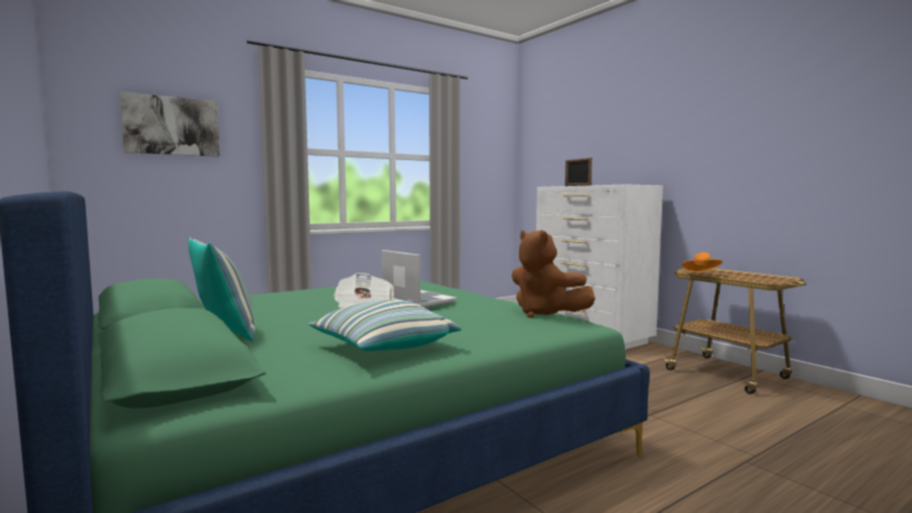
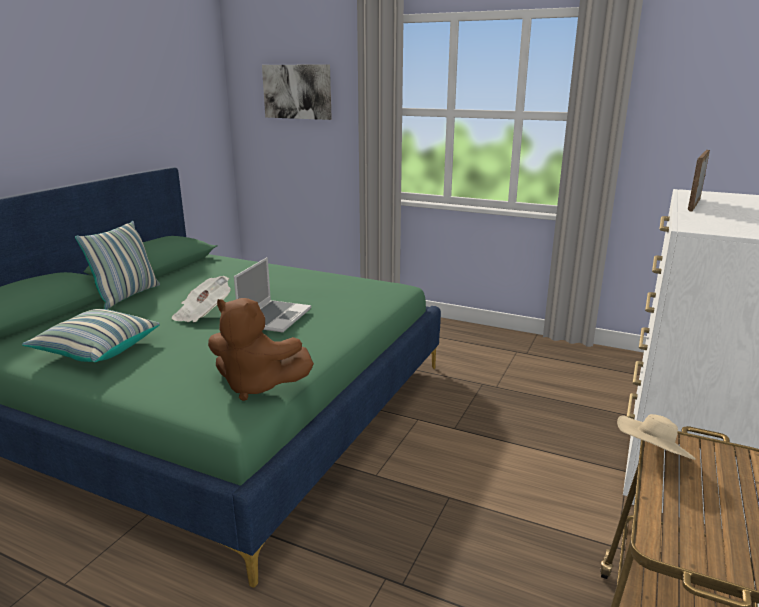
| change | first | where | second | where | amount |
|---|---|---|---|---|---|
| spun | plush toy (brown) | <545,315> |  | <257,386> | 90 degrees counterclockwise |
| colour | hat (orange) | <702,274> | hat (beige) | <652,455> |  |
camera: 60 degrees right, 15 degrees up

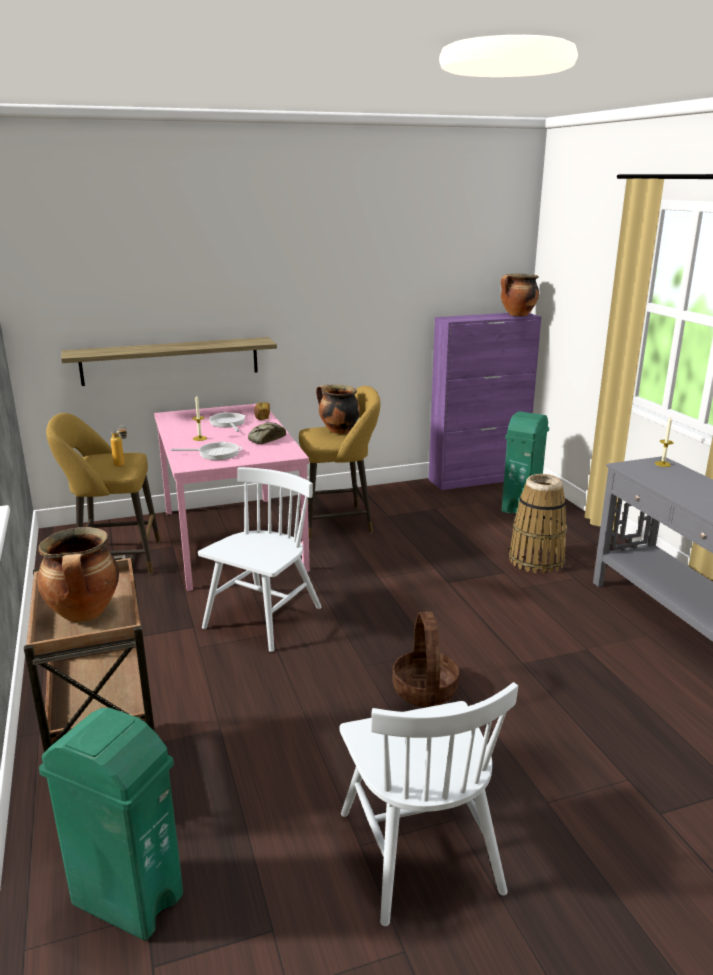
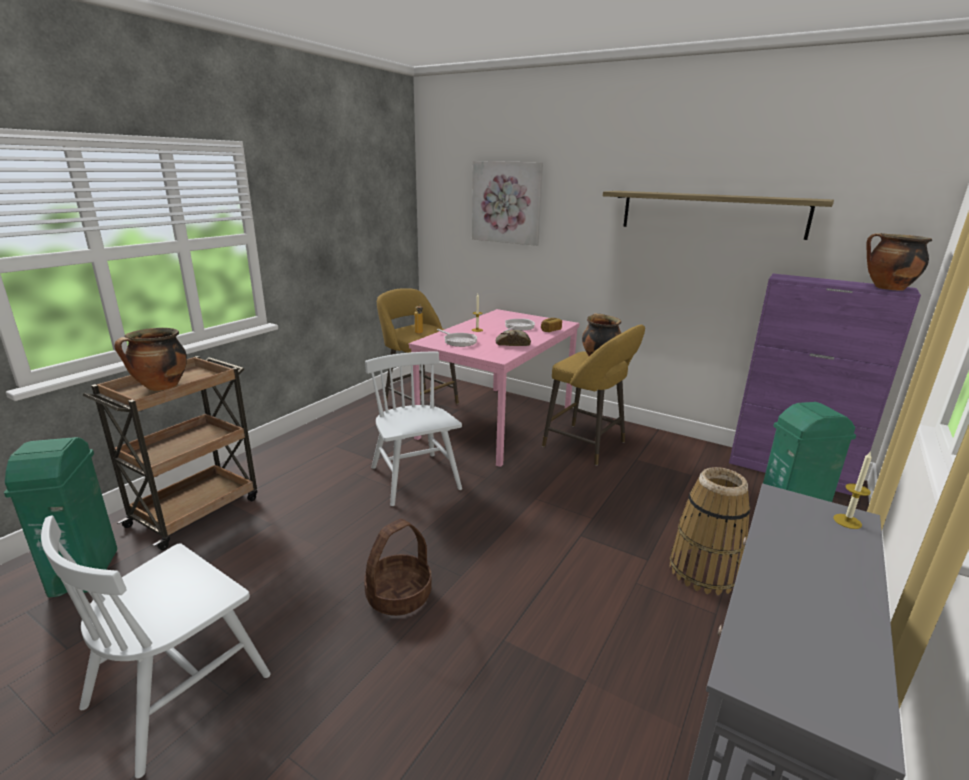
| change | first | where | second | where | amount |
|---|---|---|---|---|---|
| relocated | shelf | <170,361> |  | <711,213> |  |
| spun | chair (white) | <263,618> |  | <415,478> | 105 degrees counterclockwise |
| appeared |  |  | picture | <507,202> |  |
camera: 50 degrees right, 0 degrees up

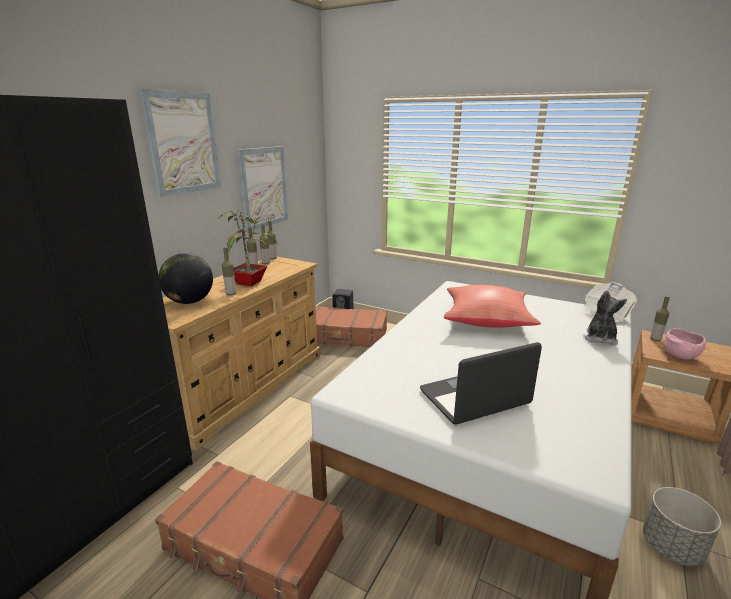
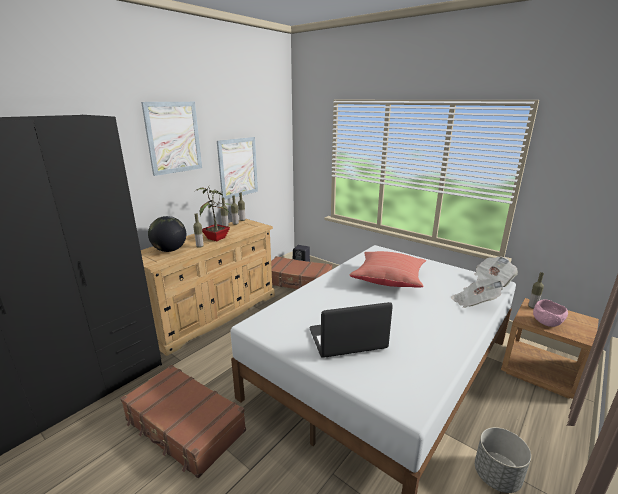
| change | first | where | second | where | amount |
|---|---|---|---|---|---|
| exchanged | plush toy | <599,339> | newspaper | <474,303> |  |
camera: 10 degrees right, 0 degrees up

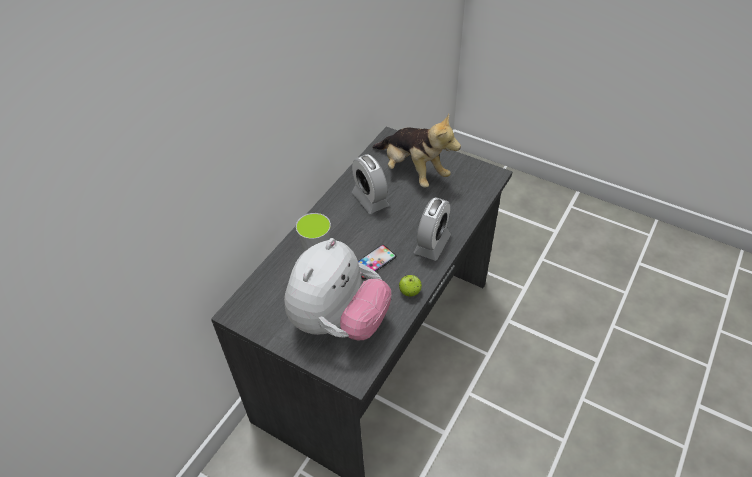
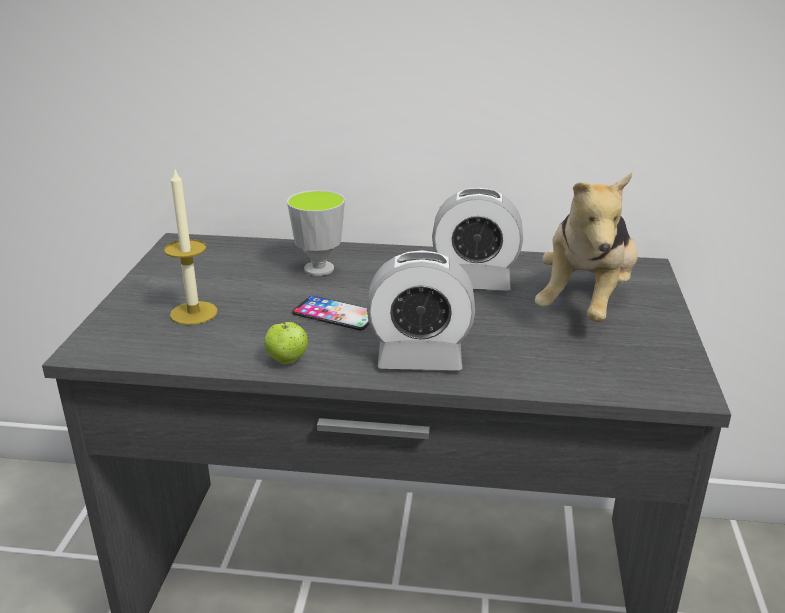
| change | first | where | second | where | amount |
|---|---|---|---|---|---|
| spun | alarm clock | <370,199> |  | <474,282> | 120 degrees counterclockwise |
| exchanged | plush toy | <339,321> | candle | <193,313> |  |
camera: 65 degrees right, 20 degrees down

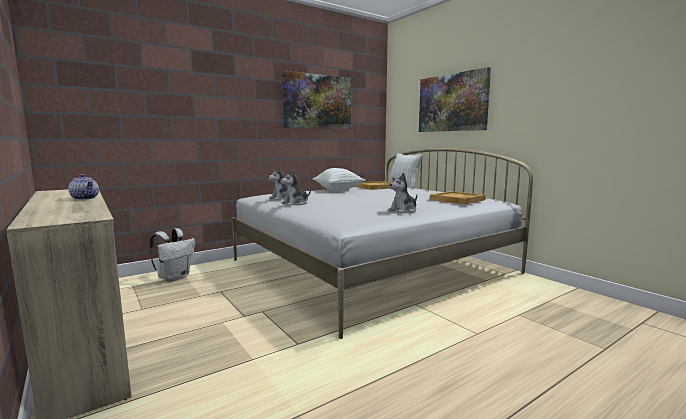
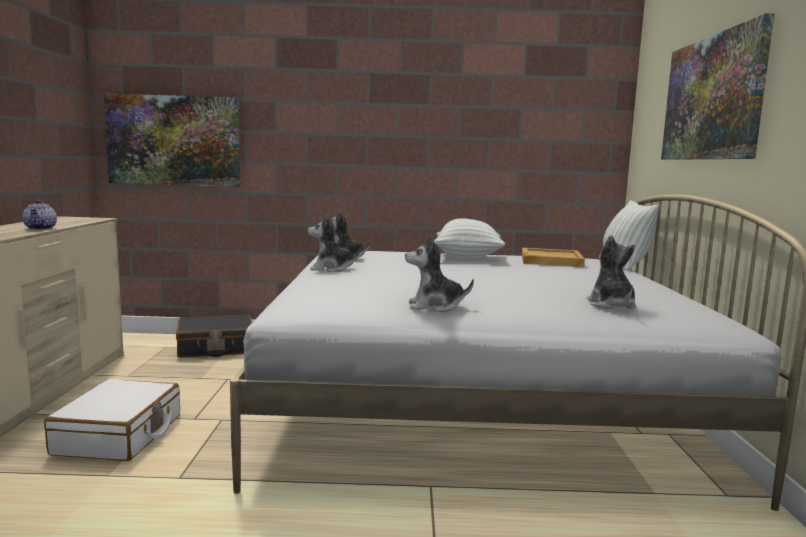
| change | first | where | second | where | amount |
|---|---|---|---|---|---|
| relocated | picture | <317,101> |  | <174,140> |  |
| exchanged | tray (beige) | <457,200> | plush toy | <611,305> |  |
| exchanged | backpack (white) | <174,277> | suitcase (black) | <216,348> |  |
| appeared |  |  | suitcase (white) | <119,435> |  |
camera: 35 degrees right, 0 degrees up

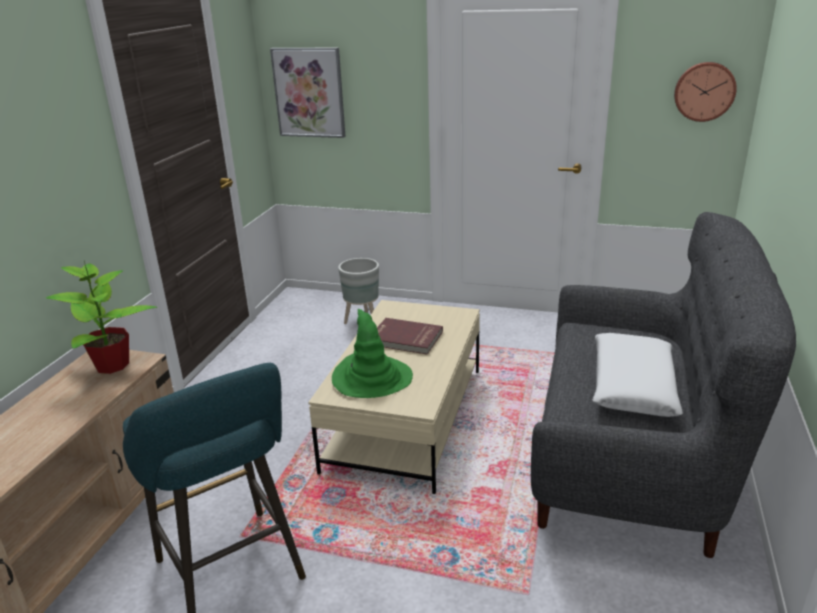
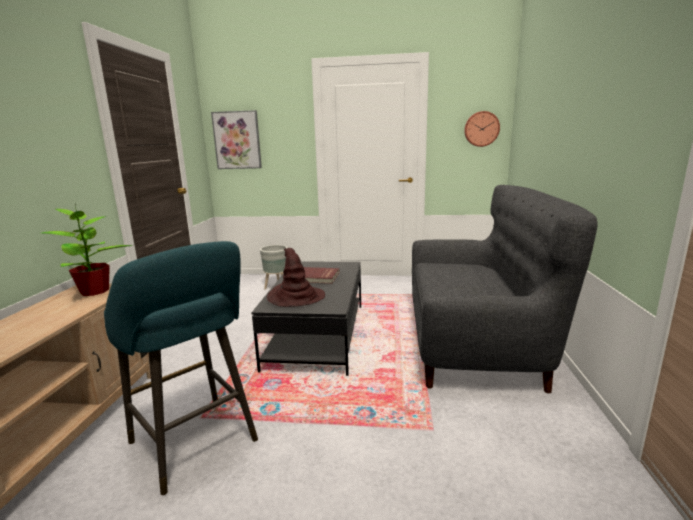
| change | first | where | second | where | amount |
|---|---|---|---|---|---|
| colour | coffee table (beige) | <406,418> | coffee table (black) | <317,335> |  |
| colour | hat (green) | <371,378> | hat (brown) | <295,297> |  |
| missing | pillow (white) | <632,385> |  |  |  |
camera: 10 degrees left, 10 degrees down

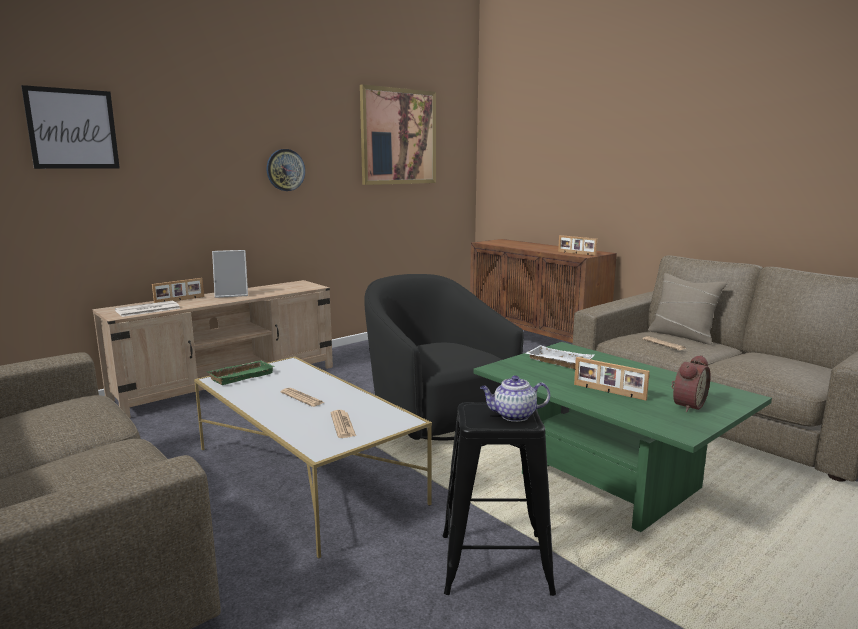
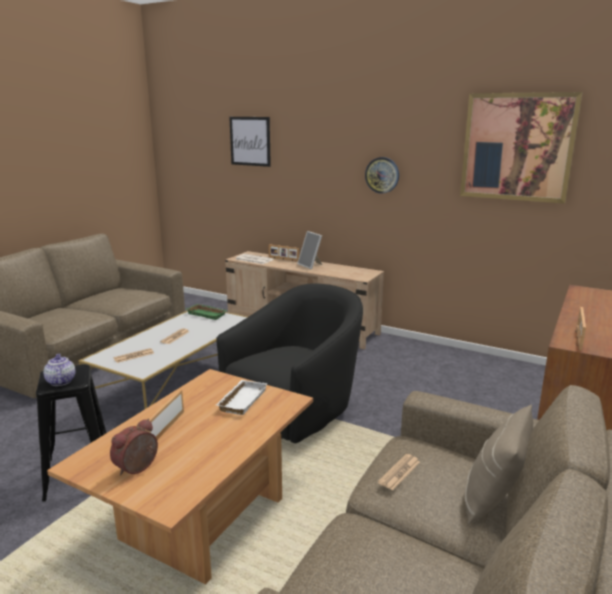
| change | first | where | second | where | amount |
|---|---|---|---|---|---|
| colour | coffee table (green) | <604,482> | coffee table (brown) | <201,516> |  |
| spun | alarm clock | <686,405> |  | <138,468> | 105 degrees clockwise |
camera: 70 degrees right, 5 degrees up

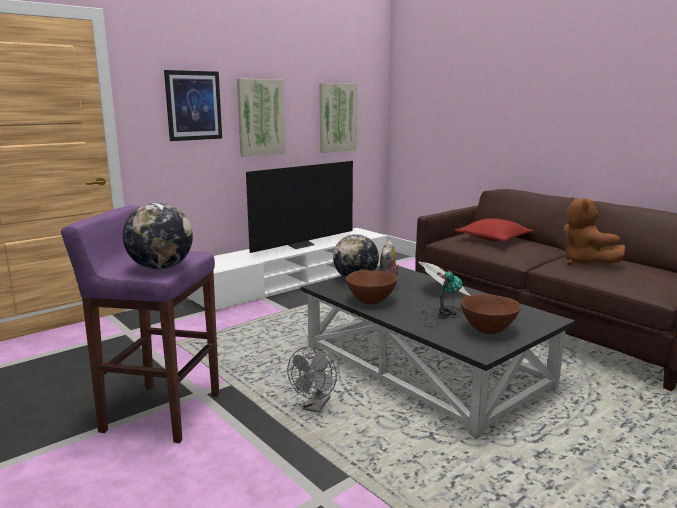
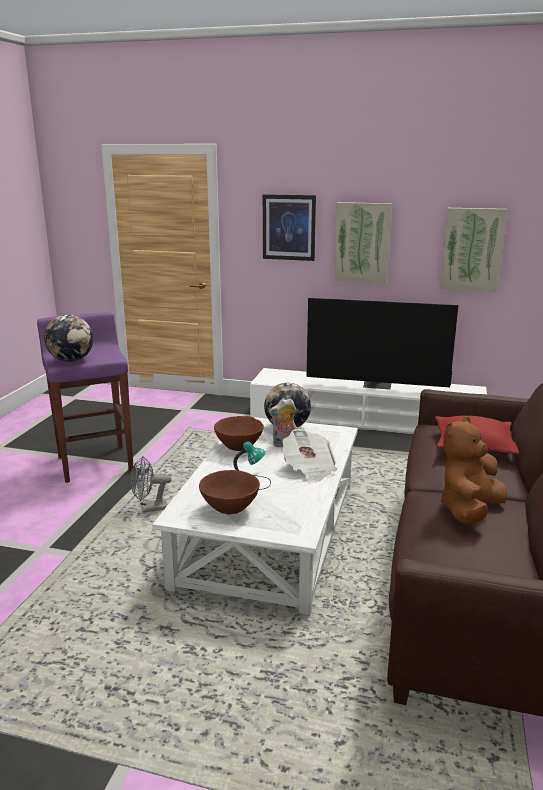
| change | first | where | second | where | amount |
|---|---|---|---|---|---|
| colour | coffee table (black) | <426,365> | coffee table (white) | <271,532> |  |
camera: 55 degrees right, 5 degrees up

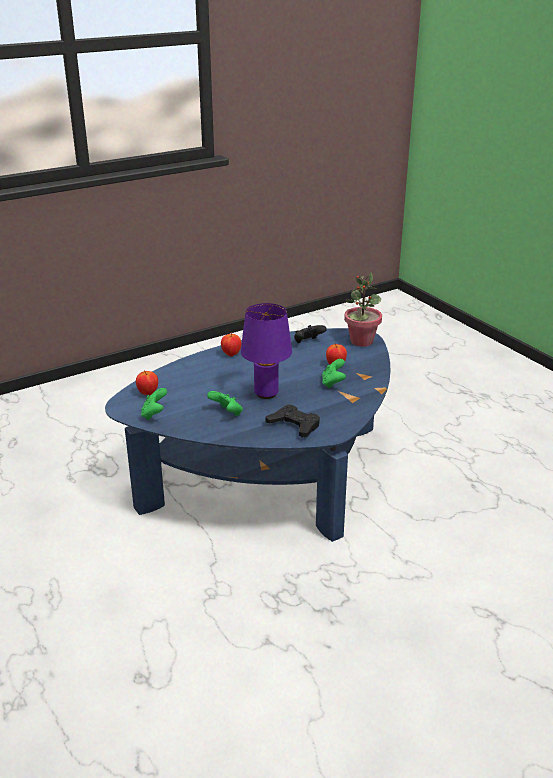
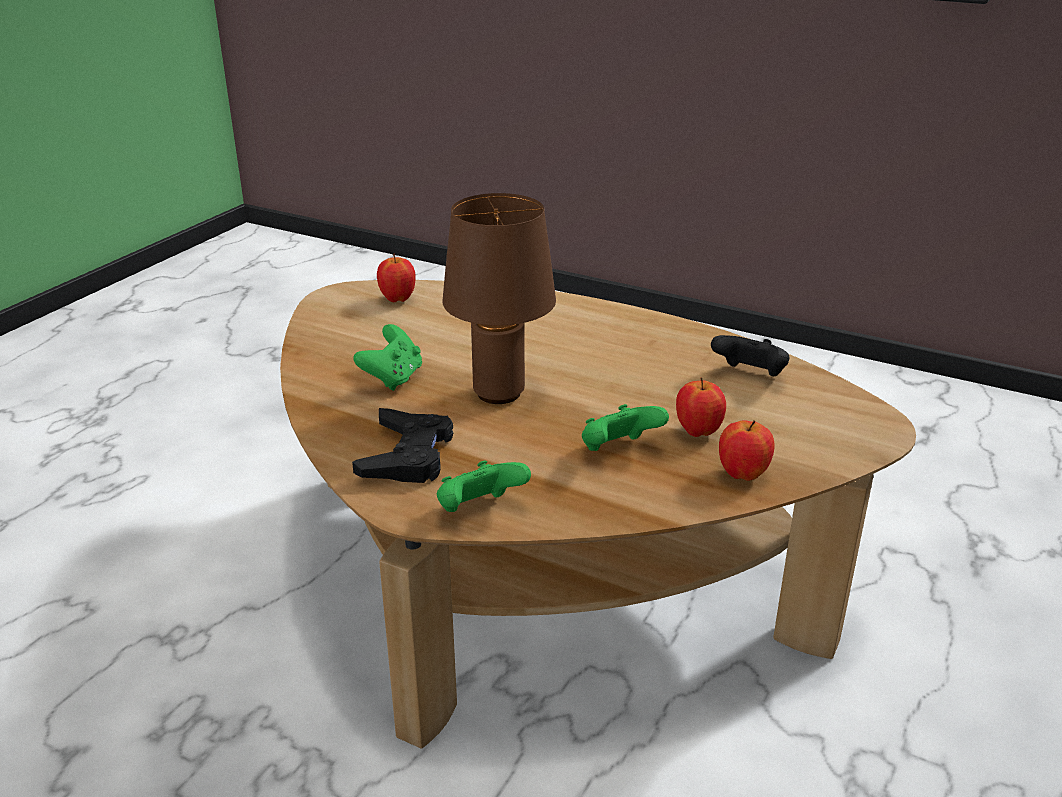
| change | first | where | second | where | amount |
|---|---|---|---|---|---|
| missing | potted plant | <361,341> |  |  |  |
| colour | table lamp (purple) | <265,393> | table lamp (brown) | <499,392> |  |
| colour | coffee table (blue) | <270,474> | coffee table (brown) | <542,575> |  |
| relocated | apple | <231,354> |  | <742,474> |  |
| relocated | game controller (green) | <154,414> |  | <479,510> |  |
camera: 60 degrees right, 0 degrees up

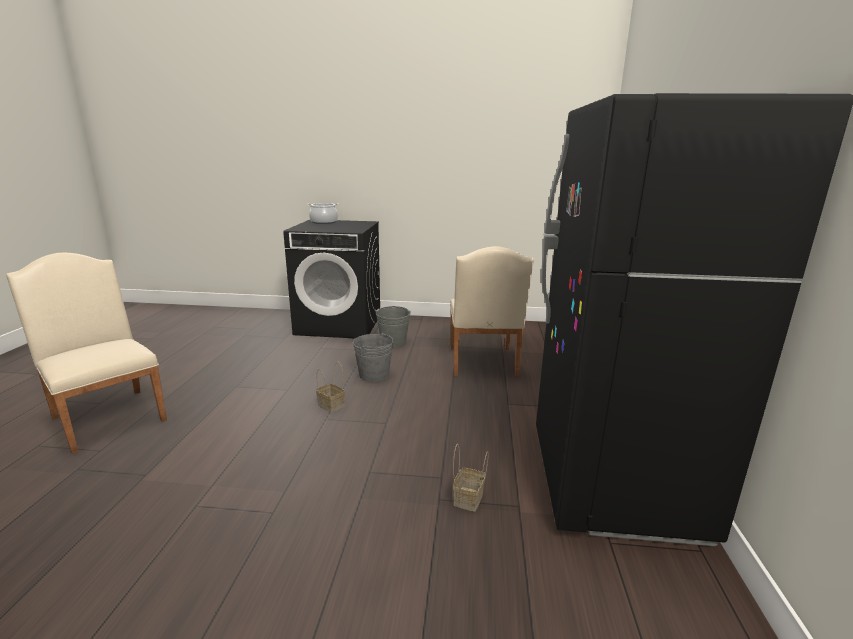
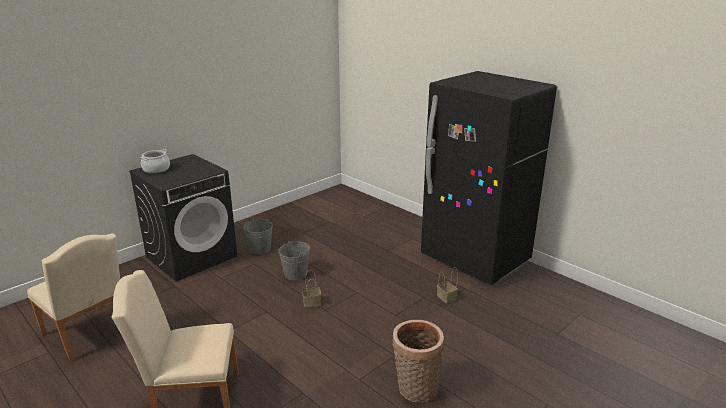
| change | first | where | second | where | amount |
|---|---|---|---|---|---|
| relocated | chair (beige) | <483,364> |  | <89,335> |  |
| appeared |  |  | basket | <415,390> |  |
camera: 50 degrees left, 5 degrees up

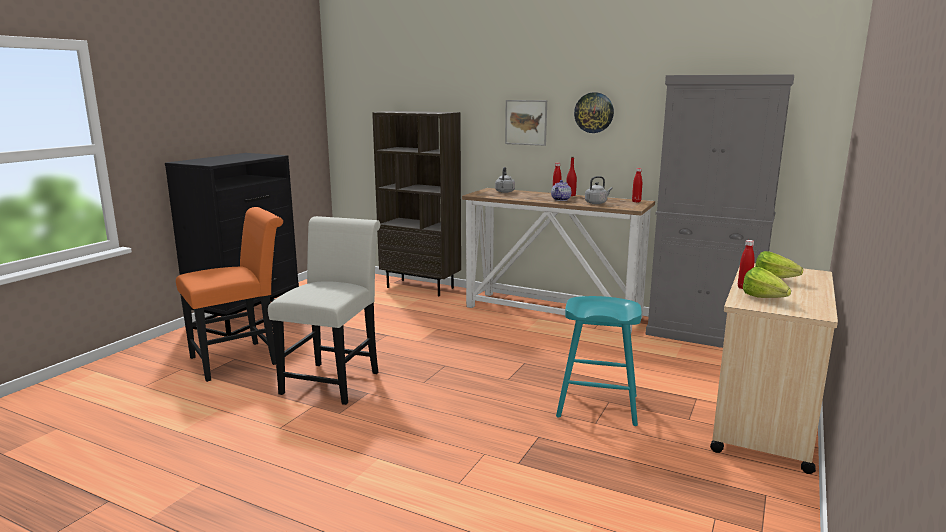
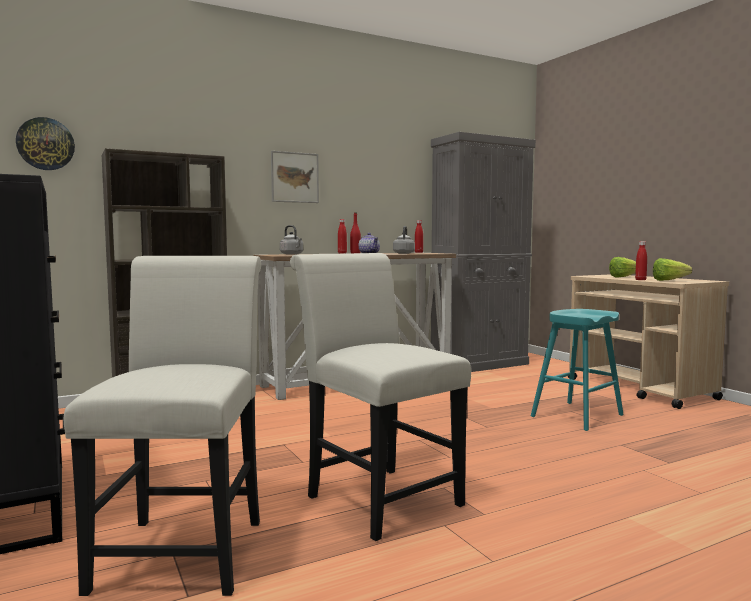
| change | first | where | second | where | amount |
|---|---|---|---|---|---|
| relocated | wall clock | <594,112> |  | <45,144> |  |
| colour | chair (orange) | <240,359> | chair (white) | <185,547> |  |
camera: 55 degrees left, 10 degrees down

